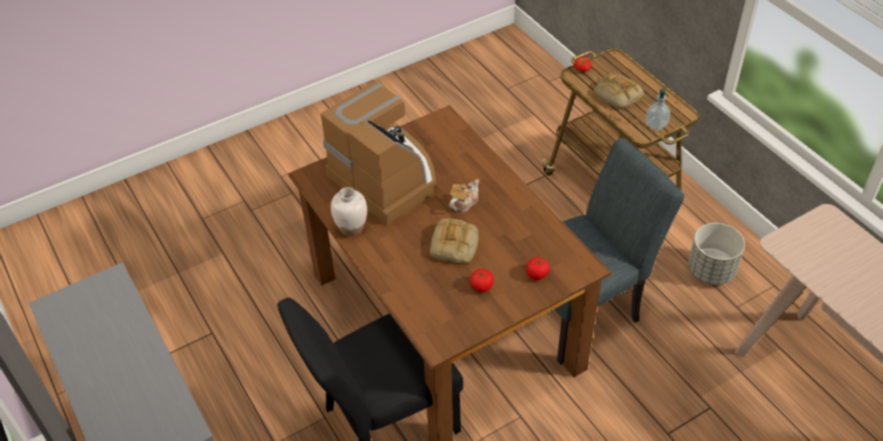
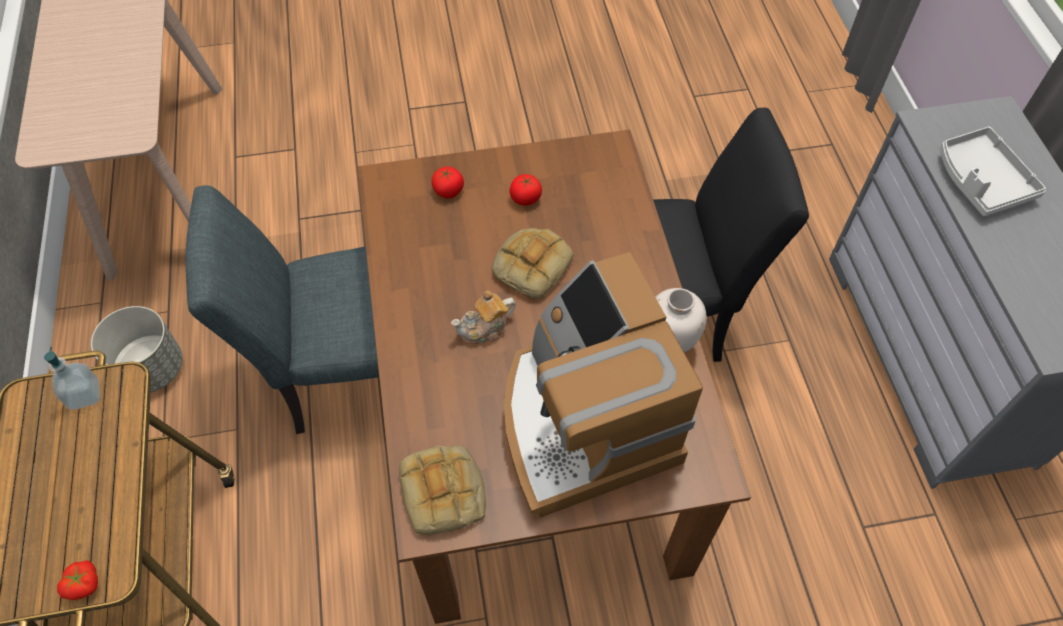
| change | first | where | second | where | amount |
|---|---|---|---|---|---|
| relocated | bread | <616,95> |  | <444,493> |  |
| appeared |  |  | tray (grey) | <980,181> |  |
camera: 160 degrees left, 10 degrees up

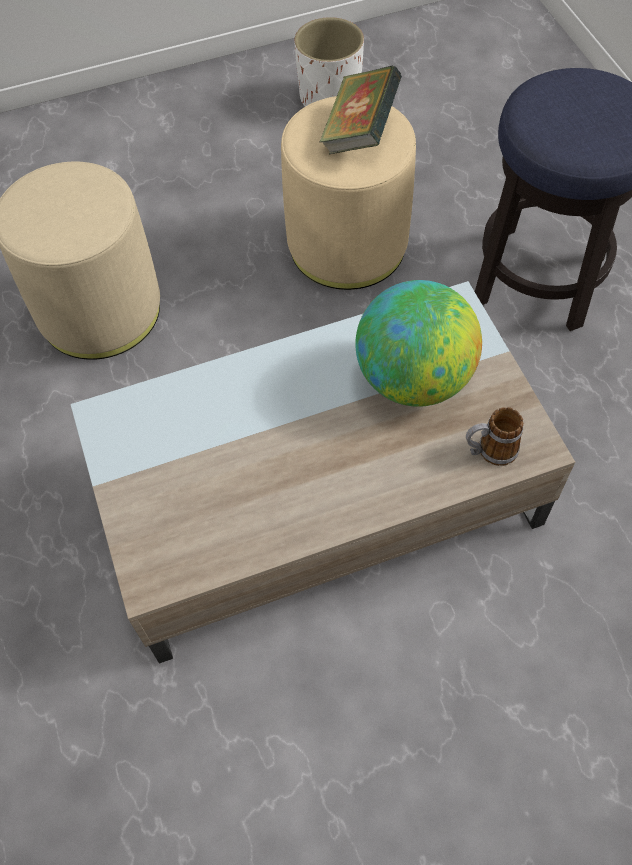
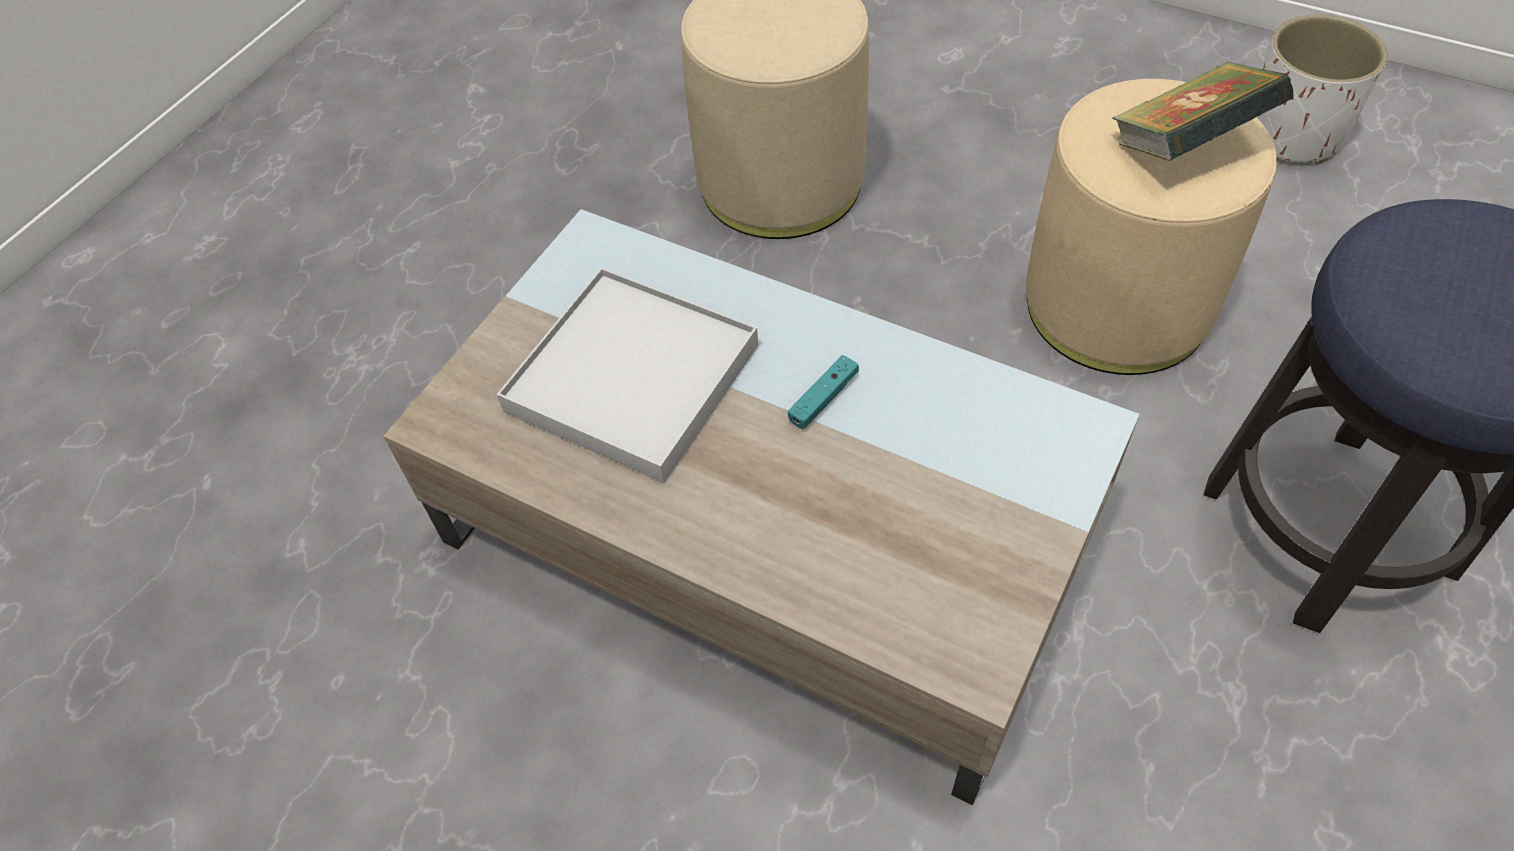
| change | first | where | second | where | amount |
|---|---|---|---|---|---|
| missing | globe | <414,378> |  |  |  |
| missing | mug | <489,451> |  |  |  |
| appeared |  |  | tray (white) | <633,378> |  |
| appeared |  |  | game controller (turquoise) | <823,398> |  |
camera: 50 degrees right, 5 degrees down

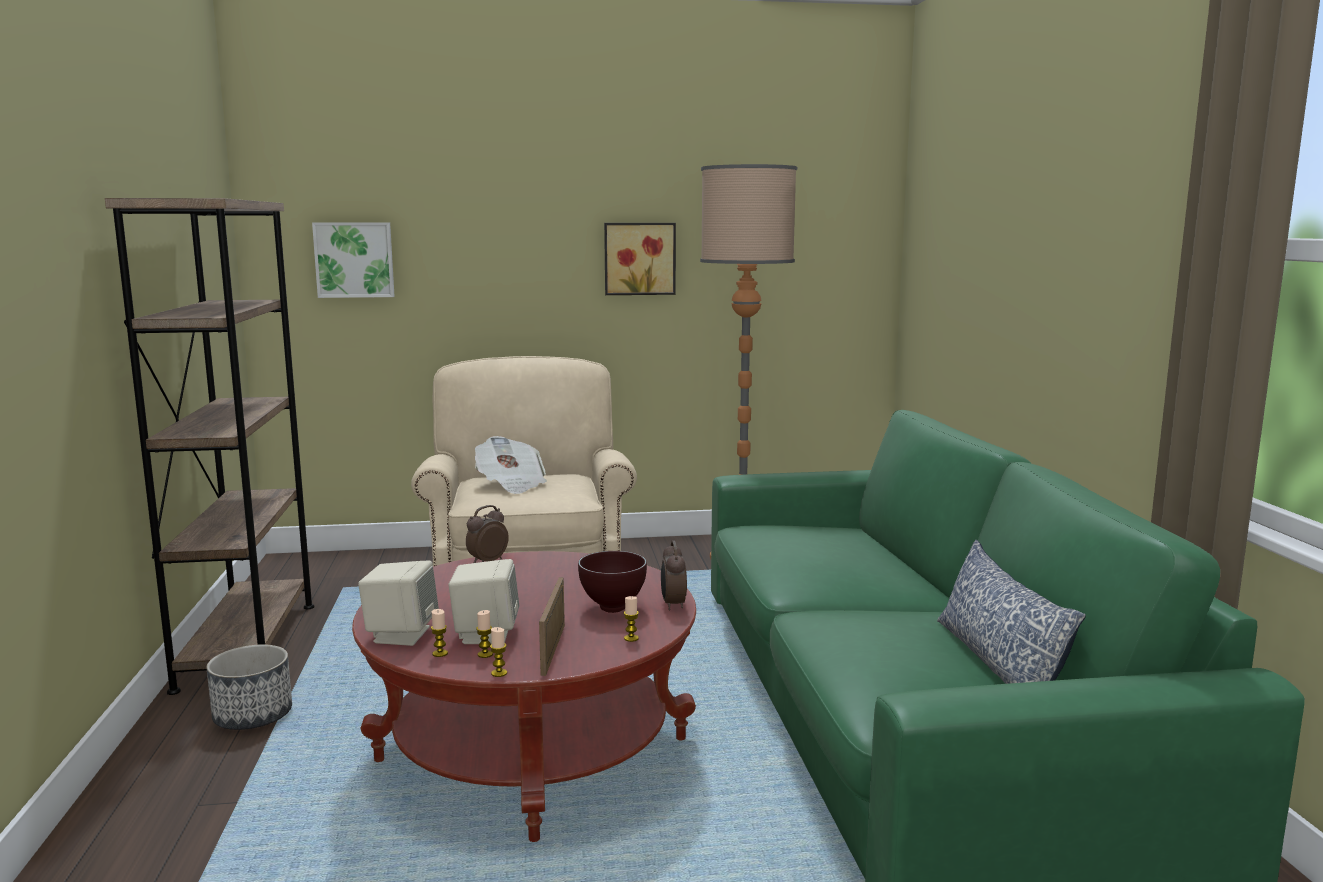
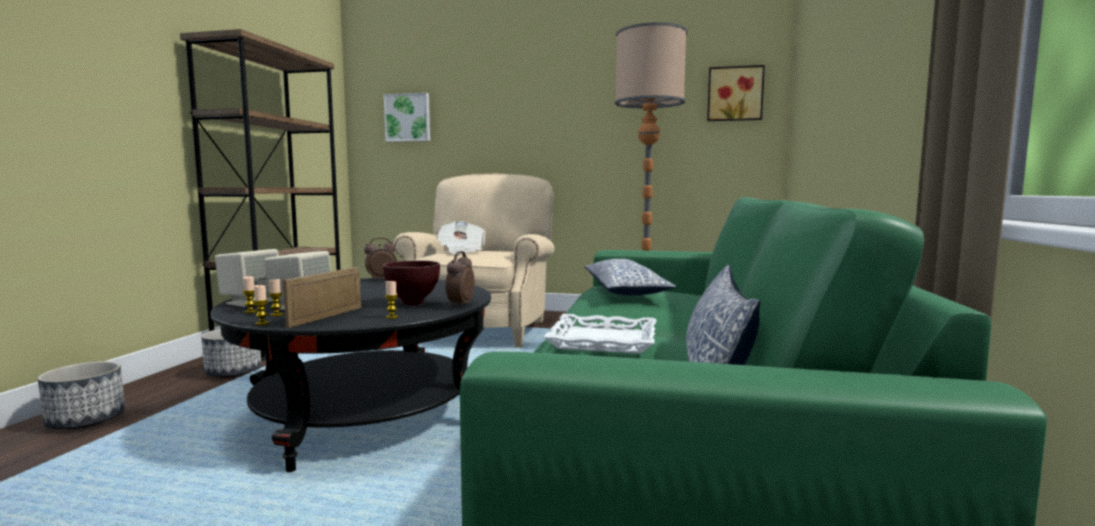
| change | first | where | second | where | amount |
|---|---|---|---|---|---|
| relocated | picture | <639,258> |  | <735,94> |  |
| colour | coffee table (red) | <532,750> | coffee table (black) | <366,415> |  |
| appeared |  |  | pillow | <624,291> |  |
| appeared |  |  | tray (white) | <602,341> |  |
| appeared |  |  | planter | <86,420> |  |
camera: 20 degrees right, 5 degrees down

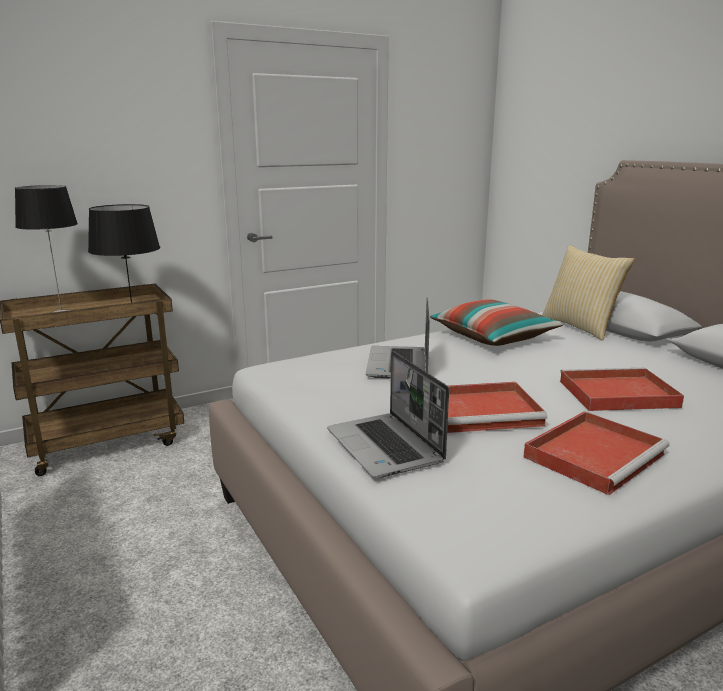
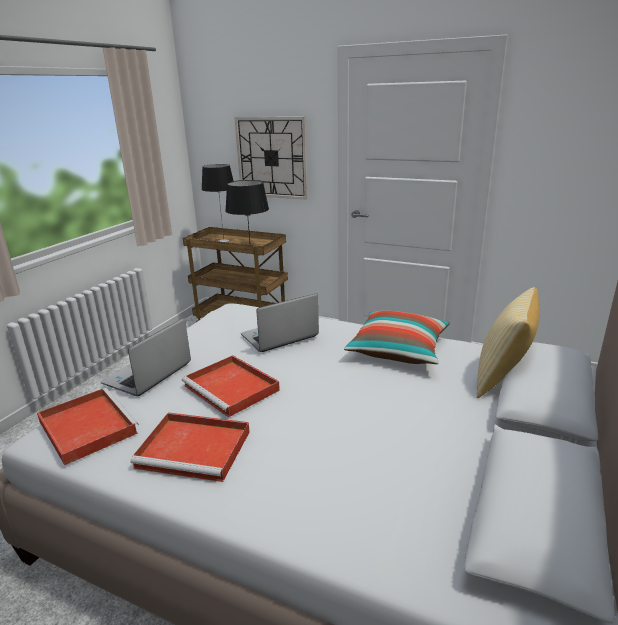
| change | first | where | second | where | amount |
|---|---|---|---|---|---|
| relocated | tray (red) | <615,394> |  | <86,427> |  |
| appeared |  |  | wall clock | <272,158> |  |
camera: 55 degrees right, 5 degrees up

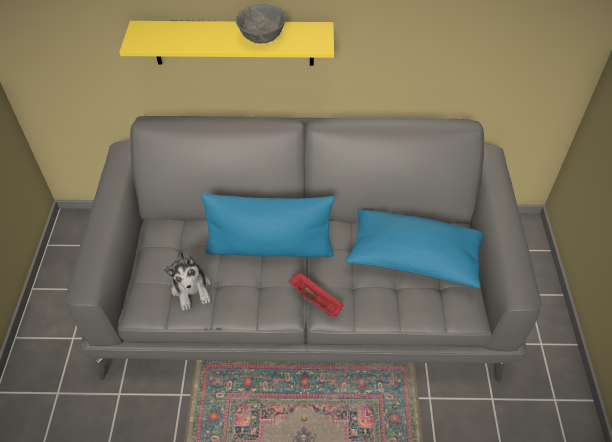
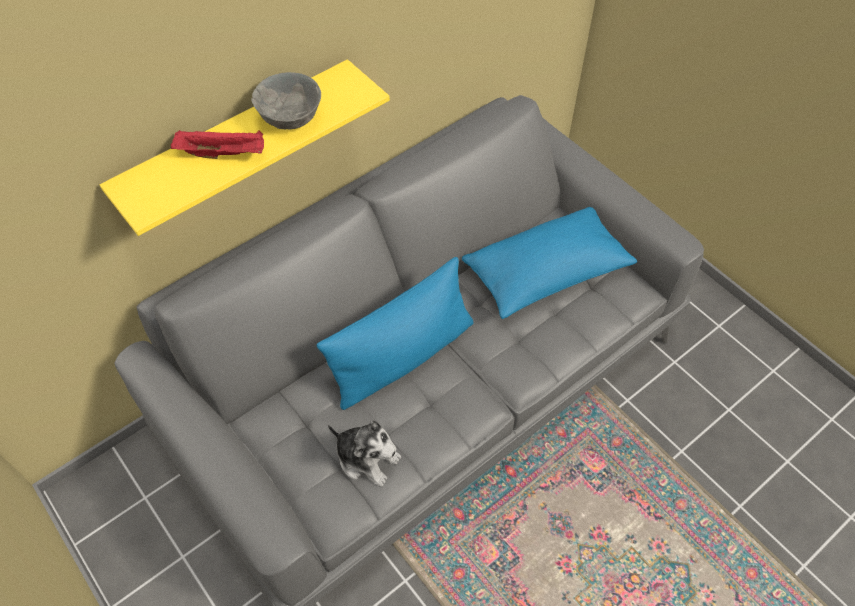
| change | first | where | second | where | amount |
|---|---|---|---|---|---|
| relocated | tray (red) | <316,301> |  | <223,153> |  |
camera: 40 degrees left, 5 degrees up

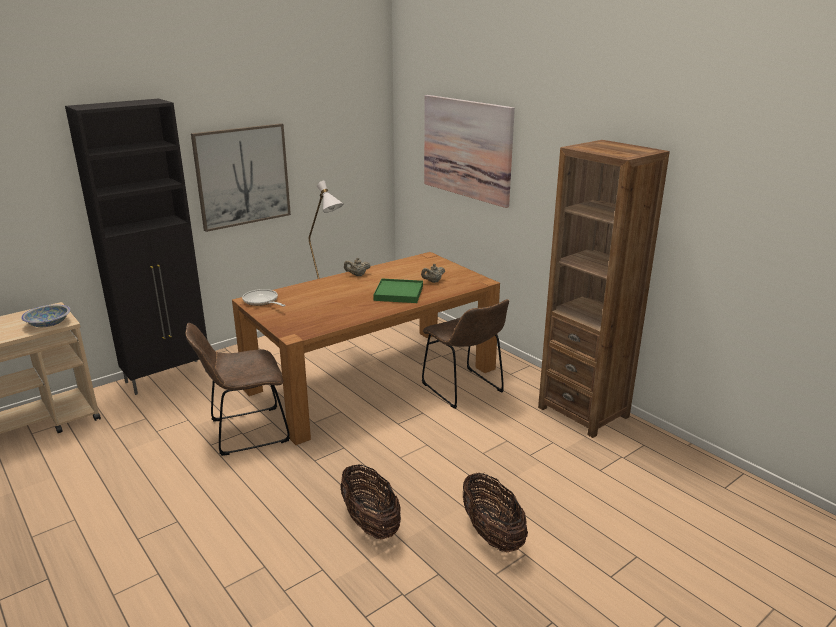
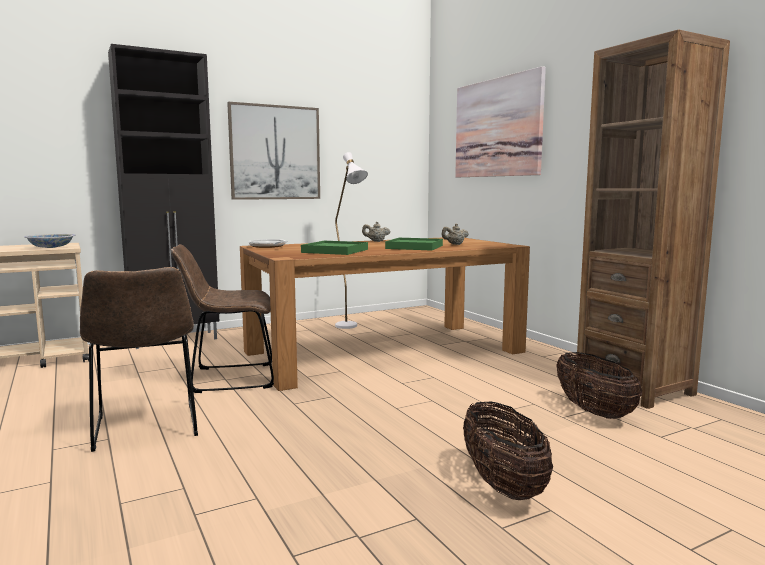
| change | first | where | second | where | amount |
|---|---|---|---|---|---|
| relocated | chair (brown) | <464,390> |  | <146,428> |  |
| relocated | basket | <370,523> |  | <594,412> |  |
| appeared |  |  | tray (green) | <335,251> |  |
camera: 10 degrees right, 15 degrees down

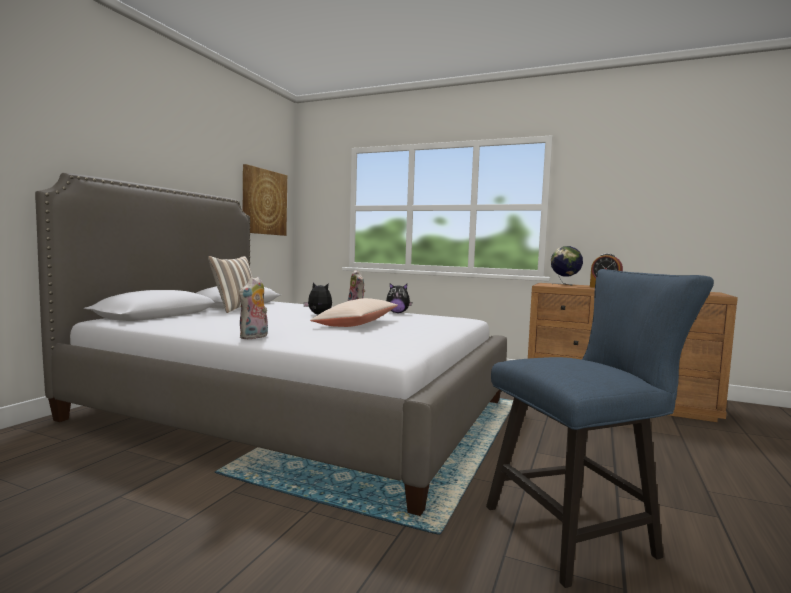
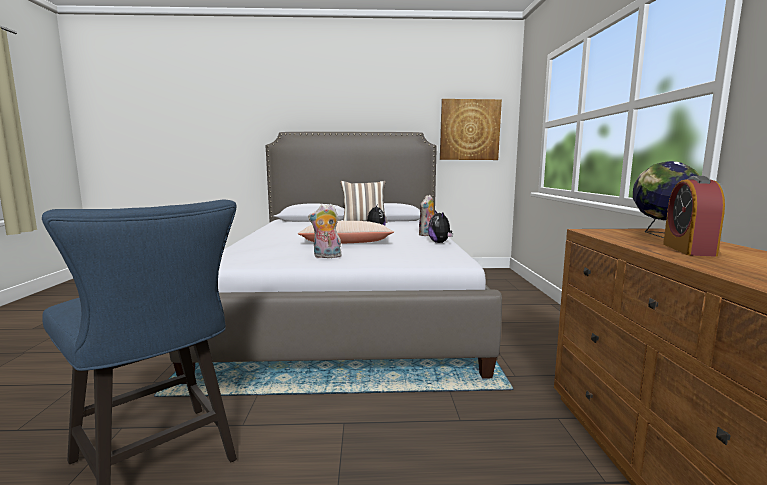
| change | first | where | second | where | amount |
|---|---|---|---|---|---|
| relocated | plush toy | <254,337> |  | <326,257> |  |
camera: 65 degrees right, 5 degrees up

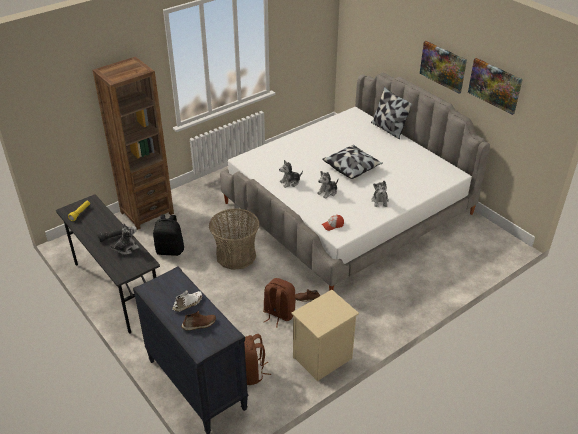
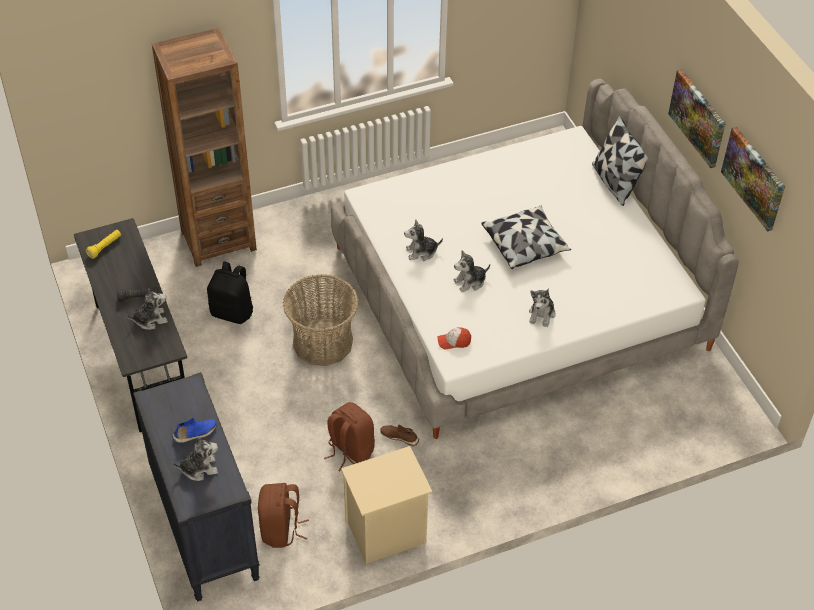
| change | first | where | second | where | amount |
|---|---|---|---|---|---|
| colour | shoe (white) | <188,304> | shoe (blue) | <195,434> |  |
| exchanged | shoe (brown) | <199,325> | plush toy | <199,468> |  |
camera: 15 degrees right, 10 degrees up

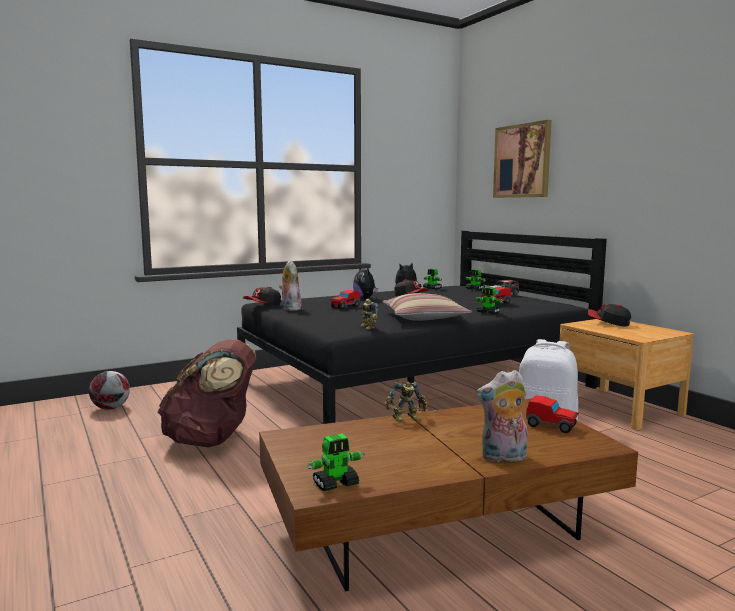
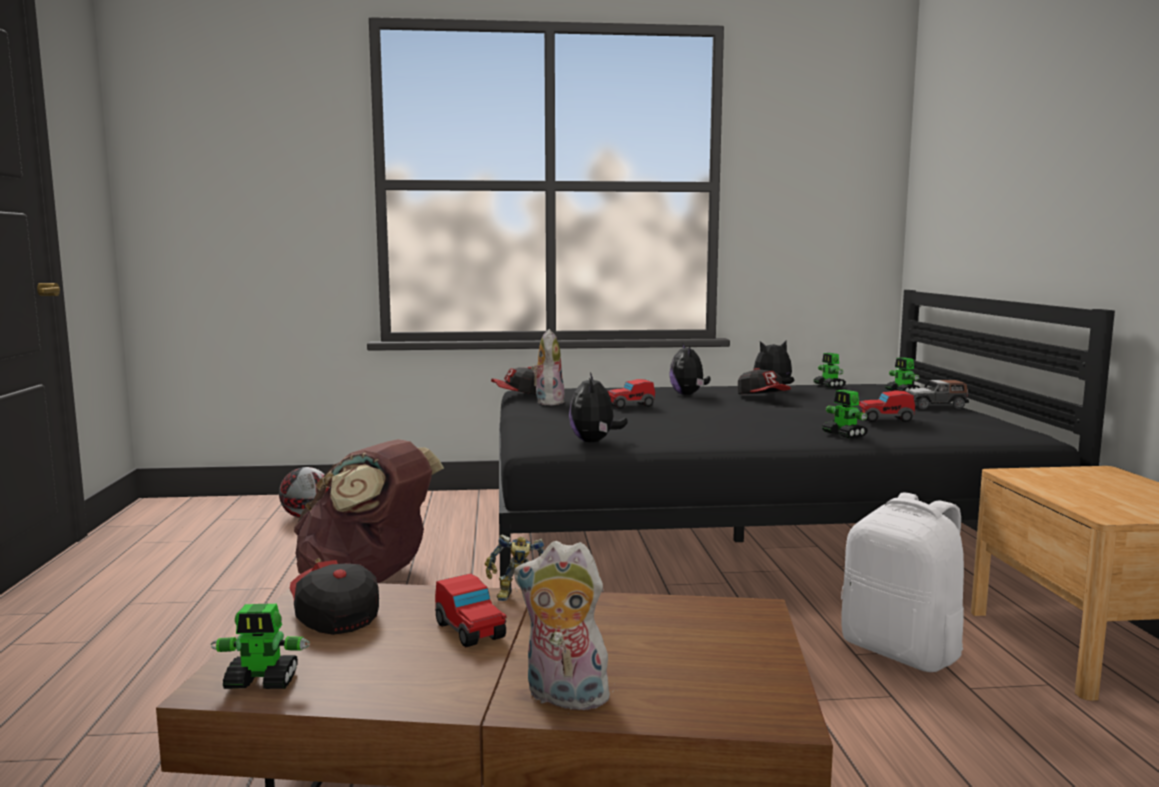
| change | first | where | second | where | amount |
|---|---|---|---|---|---|
| missing | picture | <522,161> |  |  |  |
| missing | pillow | <424,318> |  |  |  |
| exchanged | toy robot | <367,328> | plush toy | <594,442> |  |
| relocated | cap | <608,324> |  | <333,614> |  |
| relocated | toy car | <551,426> |  | <470,631> |  |
camera: 25 degrees right, 0 degrees up

